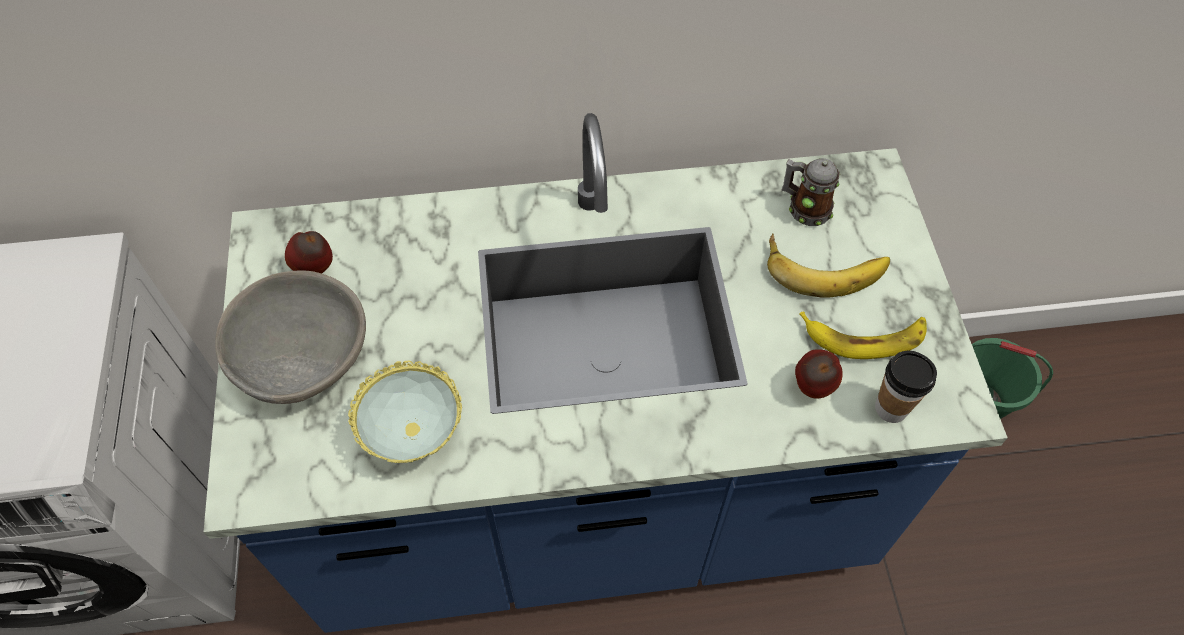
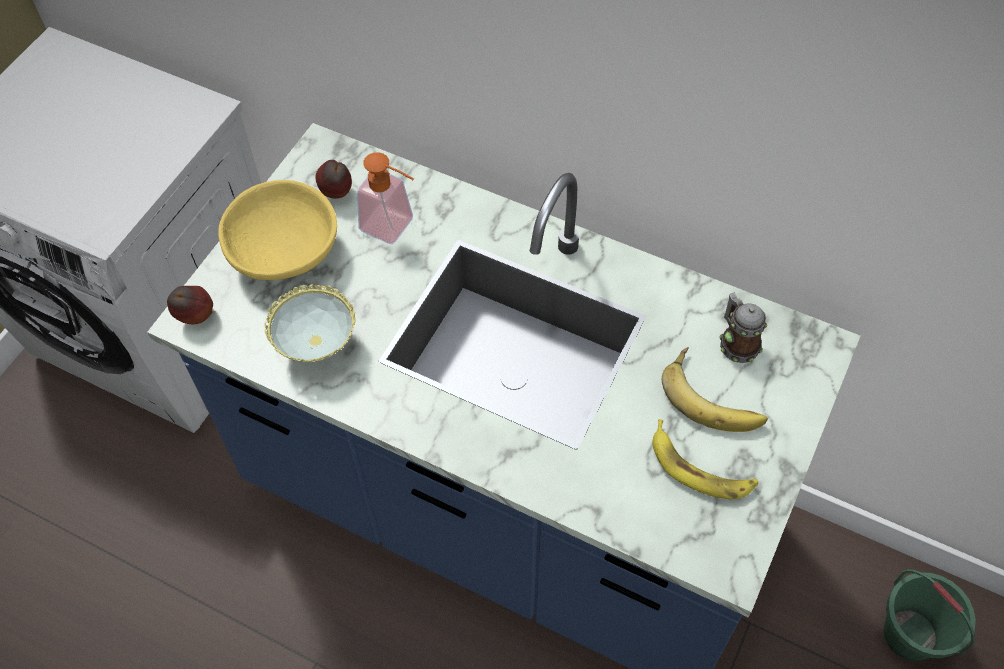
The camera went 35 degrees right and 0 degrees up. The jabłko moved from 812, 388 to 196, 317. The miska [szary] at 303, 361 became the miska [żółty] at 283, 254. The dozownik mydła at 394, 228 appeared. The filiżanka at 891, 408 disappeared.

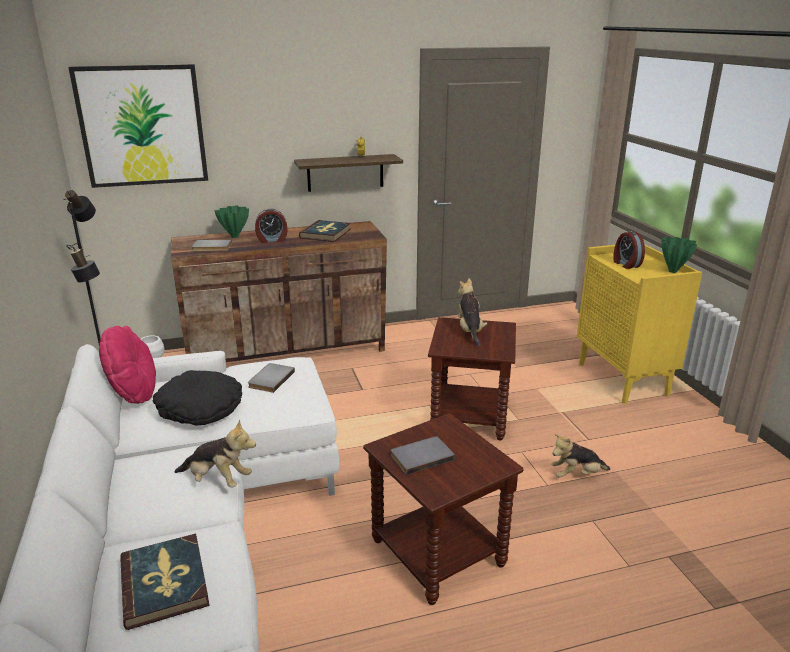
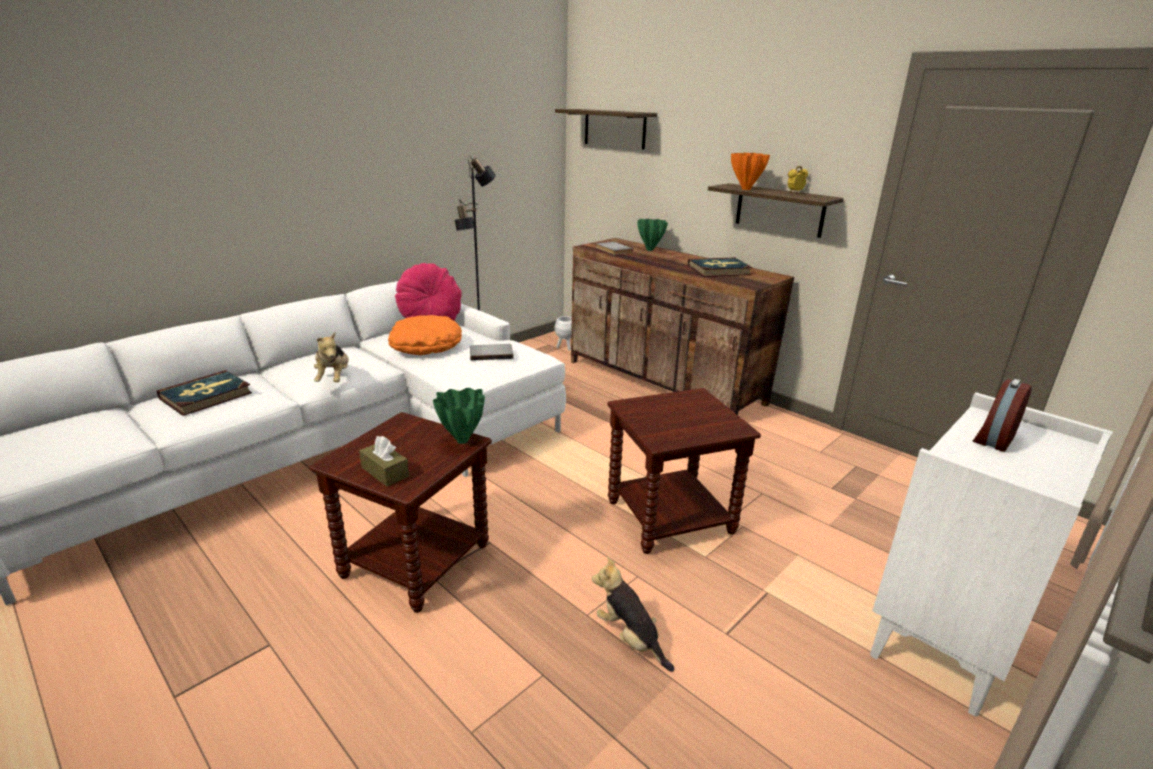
The camera went 60 degrees right and 0 degrees up. The pudełko chusteczek [brązowy] at 385, 472 appeared. The poduszka [czarny] at 202, 408 became the poduszka [pomarańczowy] at 427, 346. The wazon [zielony] moved from 673, 271 to 461, 441. The obraz at 142, 126 was replaced by the półka at 614, 128. The wazon [pomarańczowy] at 745, 189 appeared. The szafka [żółty] at 622, 379 became the szafka [biały] at 945, 641. The budzik at 272, 240 disappeared. The książka [szary] at 421, 456 disappeared. The pluszak at 470, 331 disappeared.

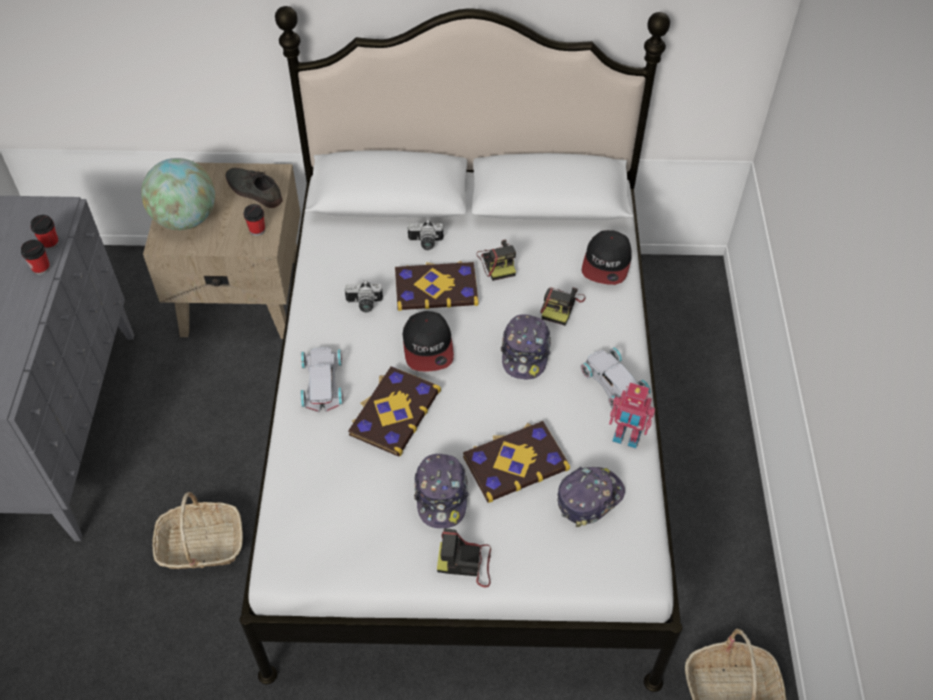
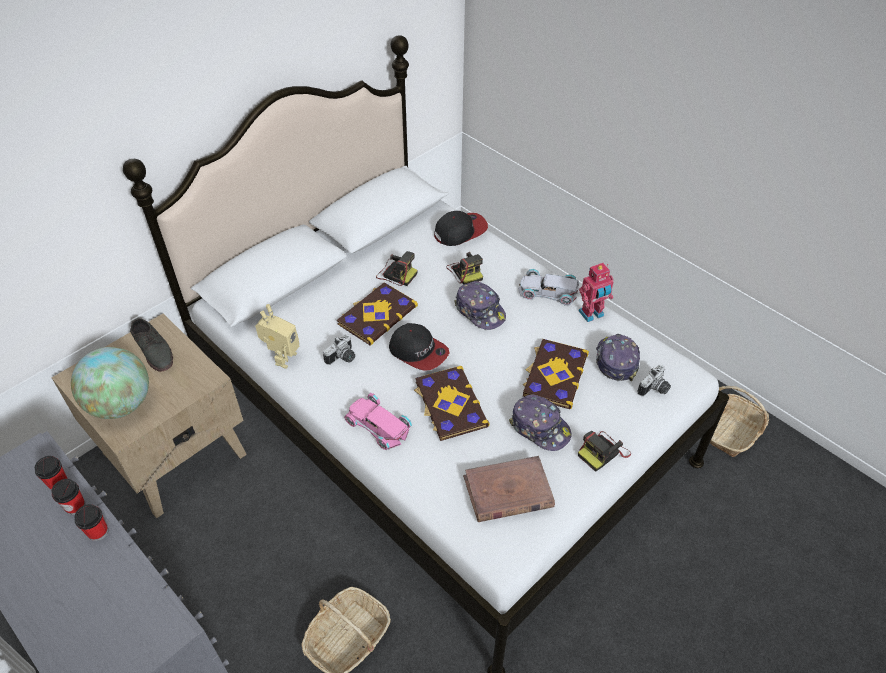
The camera went 45 degrees left and 5 degrees down. The filiżanka moved from 257, 230 to 98, 532. The but [szary] at 253, 190 turned 120 degrees counterclockwise. The robot zabawkowy at 282, 358 appeared. The samochodzik [biały] at 323, 381 became the samochodzik [różowy] at 378, 424. The czapka z daszkiem at 607, 263 turned 90 degrees counterclockwise. The książka [brązowy] at 507, 492 appeared. The aparat fotograficzny moved from 425, 243 to 655, 389.

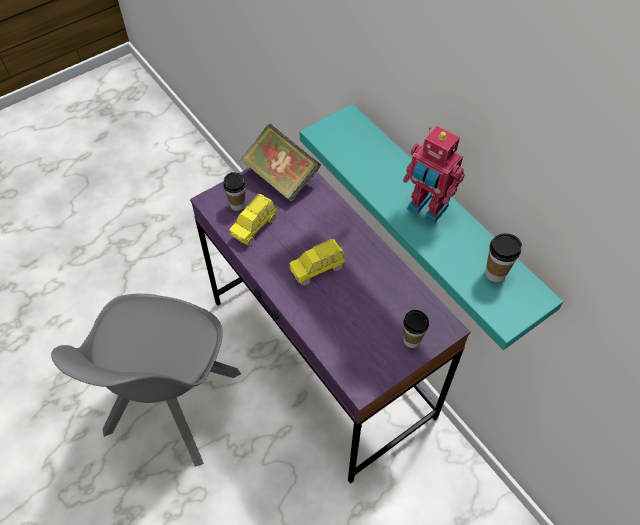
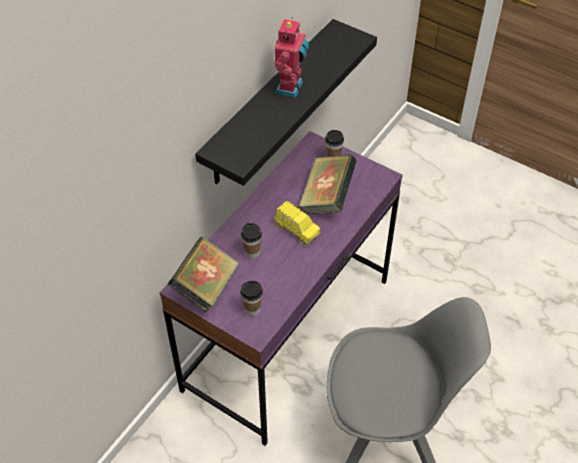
The camera went 110 degrees left and 5 degrees down. The półka [turkusowy] at 441, 217 became the półka [czarny] at 269, 104. The filiżanka moved from 495, 273 to 252, 253. The książka at 327, 197 appeared. The samochodzik [żółty] at 254, 227 disappeared.

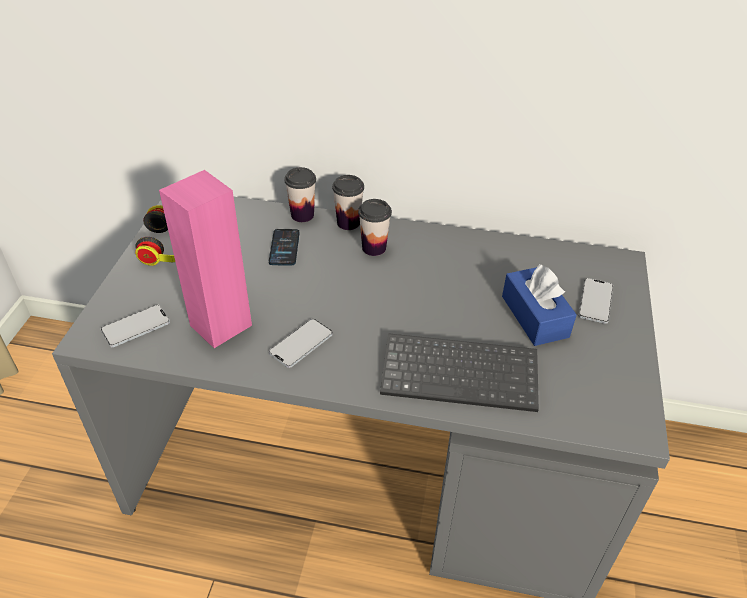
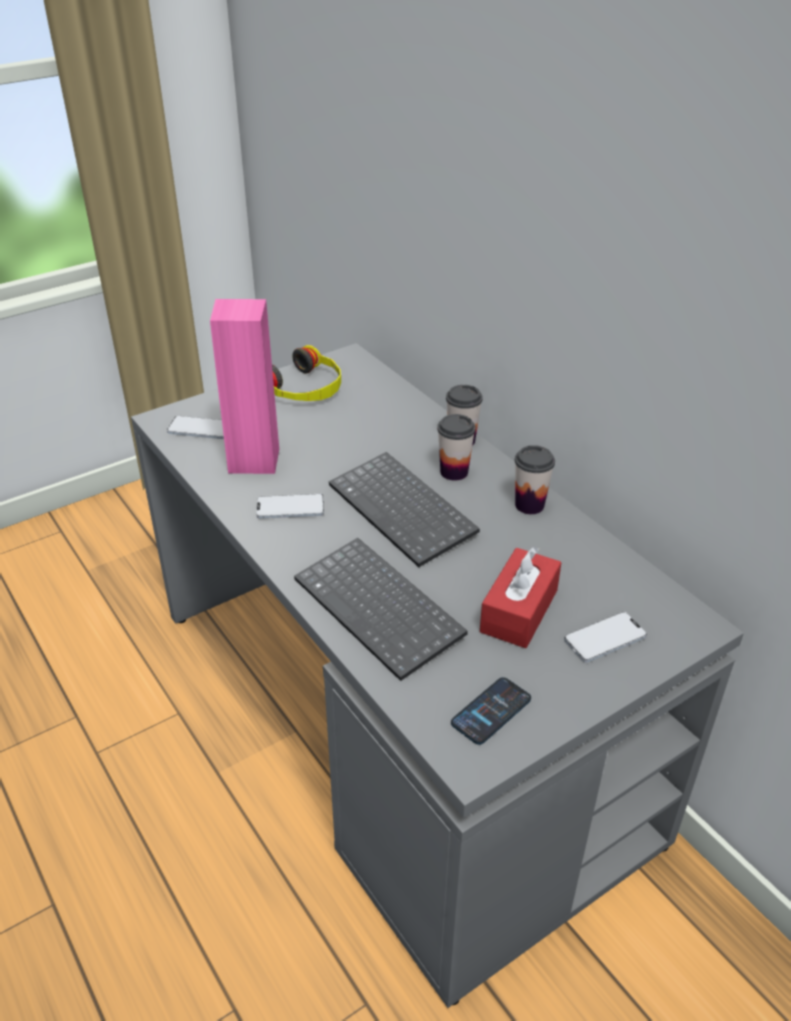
The camera went 45 degrees right and 5 degrees down. The klawiatura at 405, 510 appeared. The telefon moved from 284, 248 to 491, 711. The pudełko chusteczek [niebieski] at 534, 316 became the pudełko chusteczek [czerwony] at 519, 611. The filiżanka moved from 302, 215 to 529, 505.

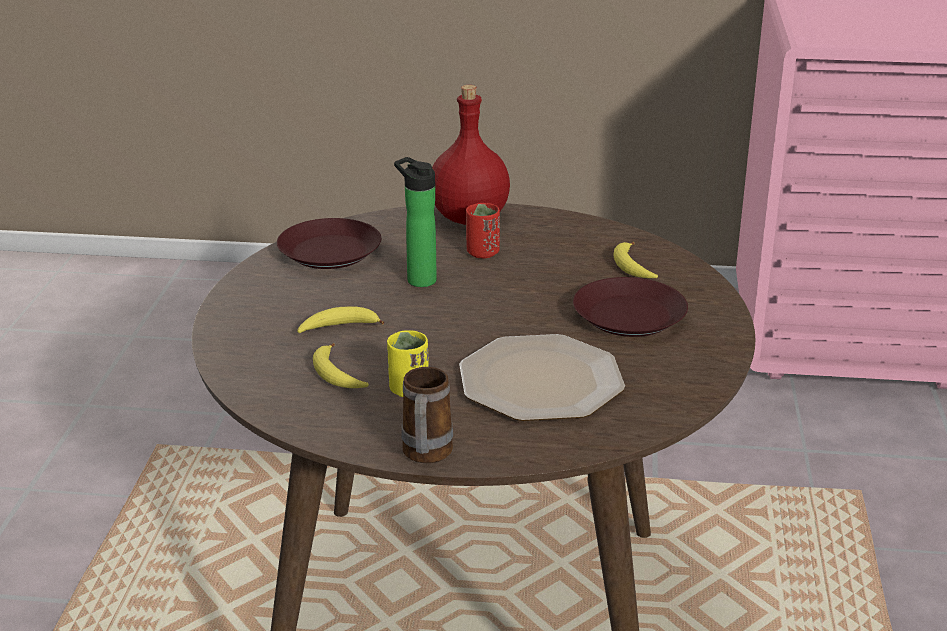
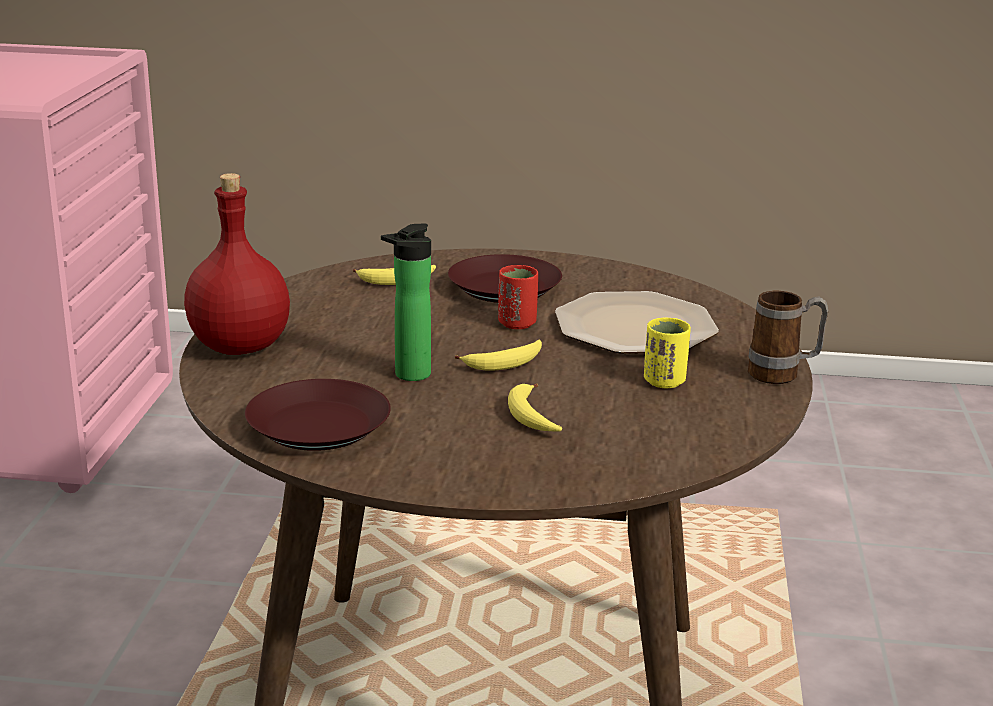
The camera went 90 degrees left and 5 degrees down. The banan moved from 337, 375 to 505, 363. The filiżanka [czerwony] moved from 482, 253 to 517, 324.

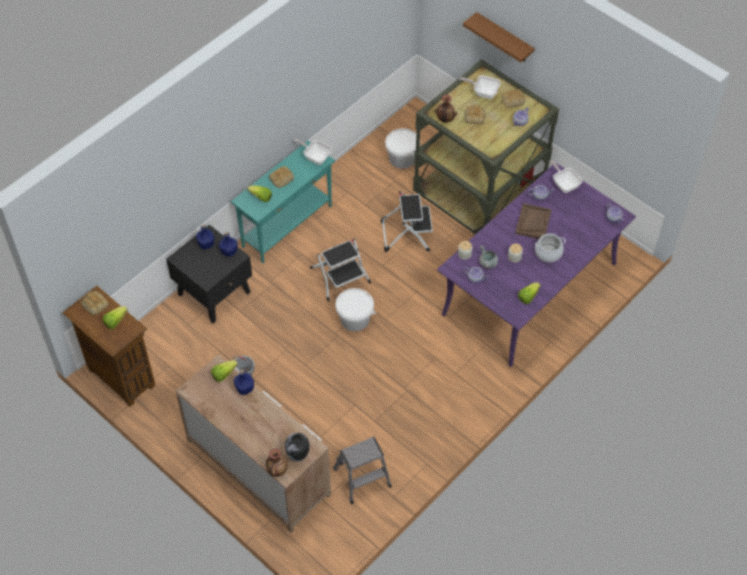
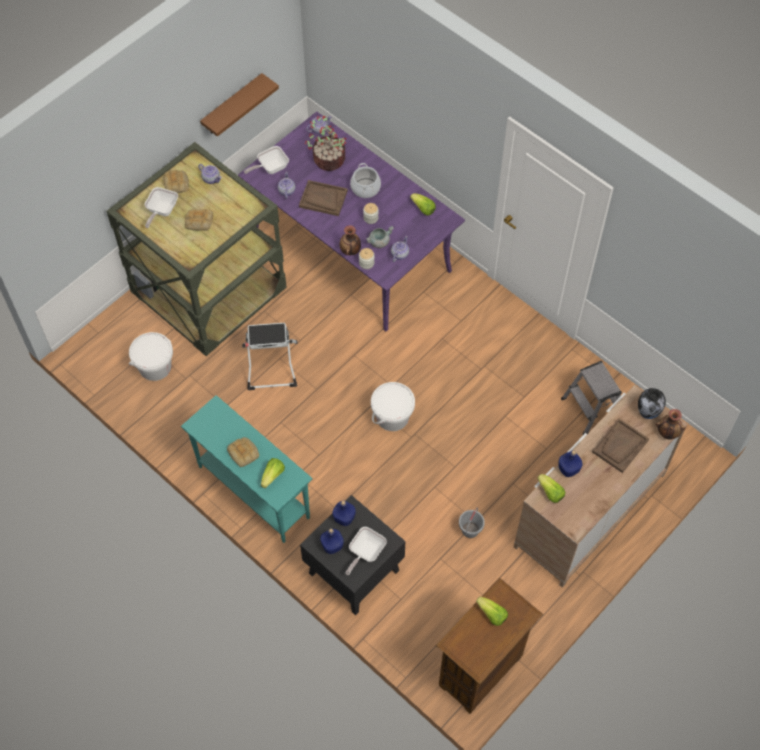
The camera went 90 degrees left and 5 degrees up. The półka [brązowy] moved from 504, 38 to 232, 105. The roślina doniczkowa at 328, 159 appeared. The wazon moved from 445, 119 to 350, 250. The patelnia moved from 315, 157 to 365, 553. The taca [brązowy] at 620, 446 appeared. The chleb at 94, 304 disappeared. The drabinka at 339, 276 disappeared.

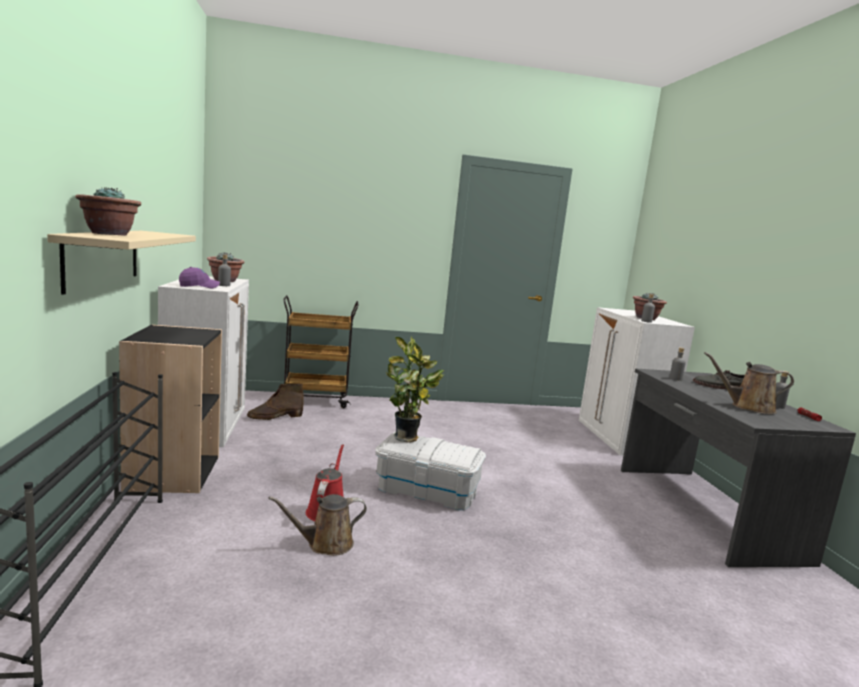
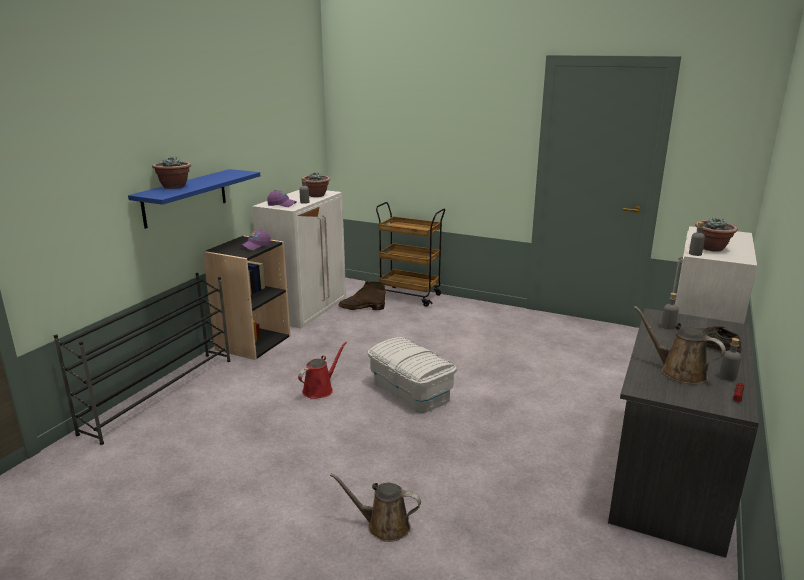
The camera went 35 degrees right and 10 degrees up. The półka [beżowy] at 103, 258 became the półka [niebieski] at 185, 197. The czapka z daszkiem [fioletowy] at 256, 246 appeared. The konewka [brązowy] moved from 325, 544 to 384, 526. The roślina doniczkowa at 408, 439 disappeared.

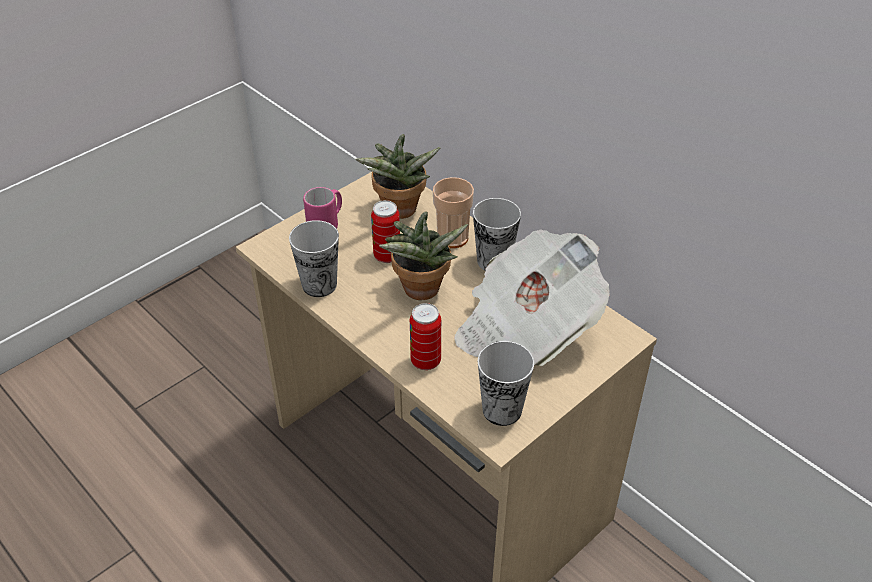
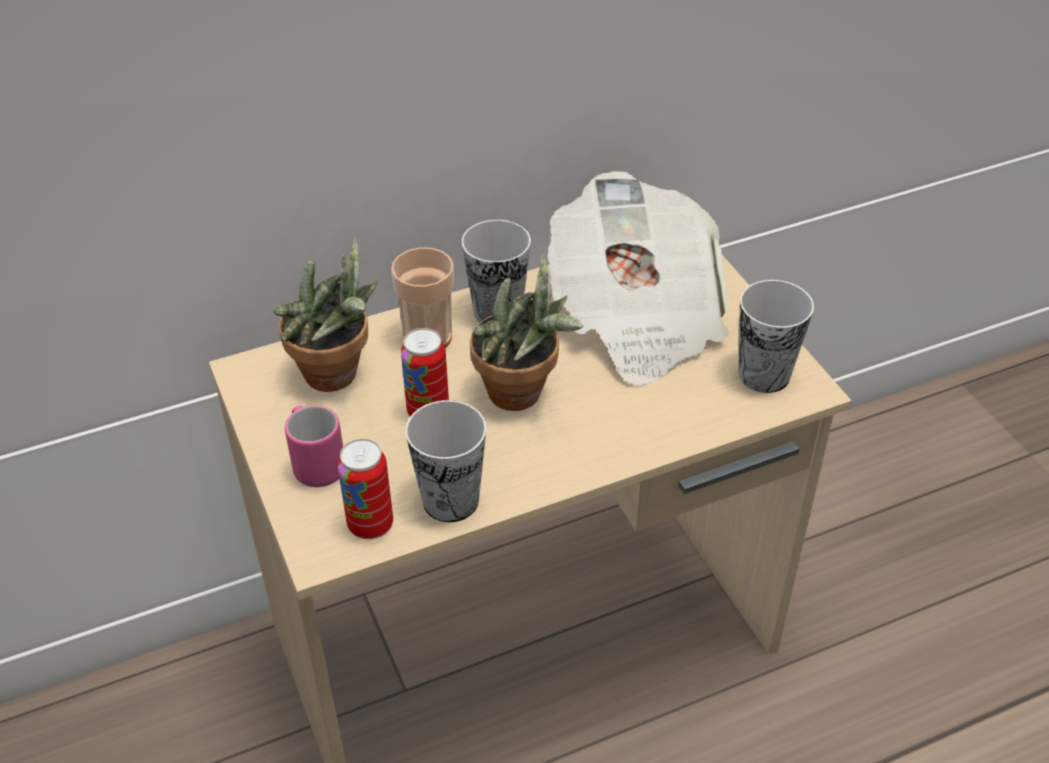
The camera went 70 degrees left and 0 degrees up. The puszka moved from 425, 361 to 370, 525.

